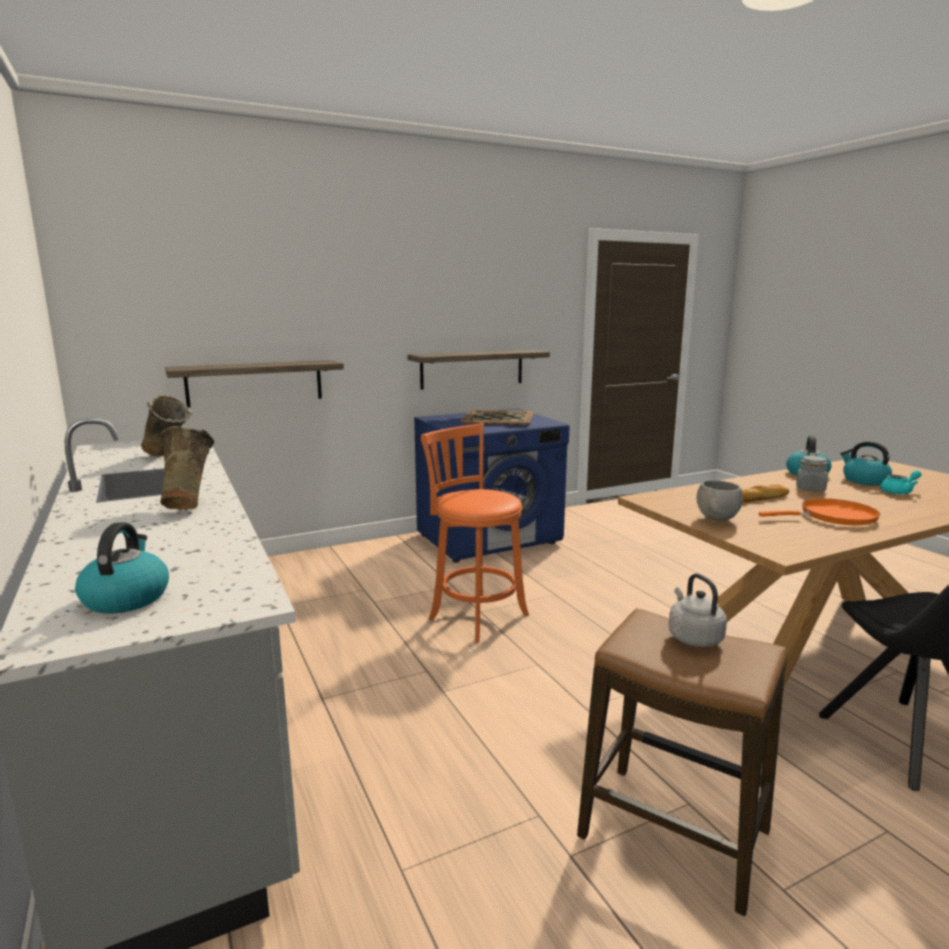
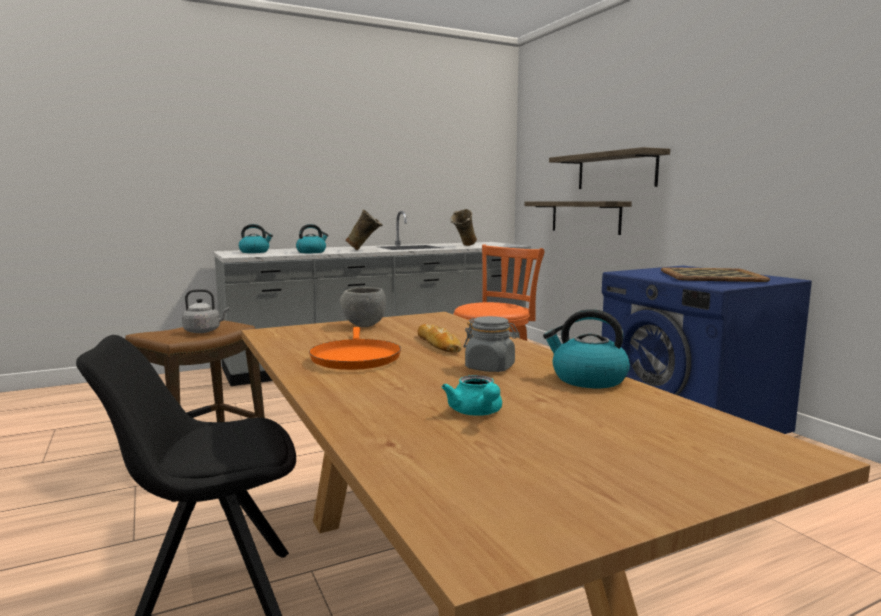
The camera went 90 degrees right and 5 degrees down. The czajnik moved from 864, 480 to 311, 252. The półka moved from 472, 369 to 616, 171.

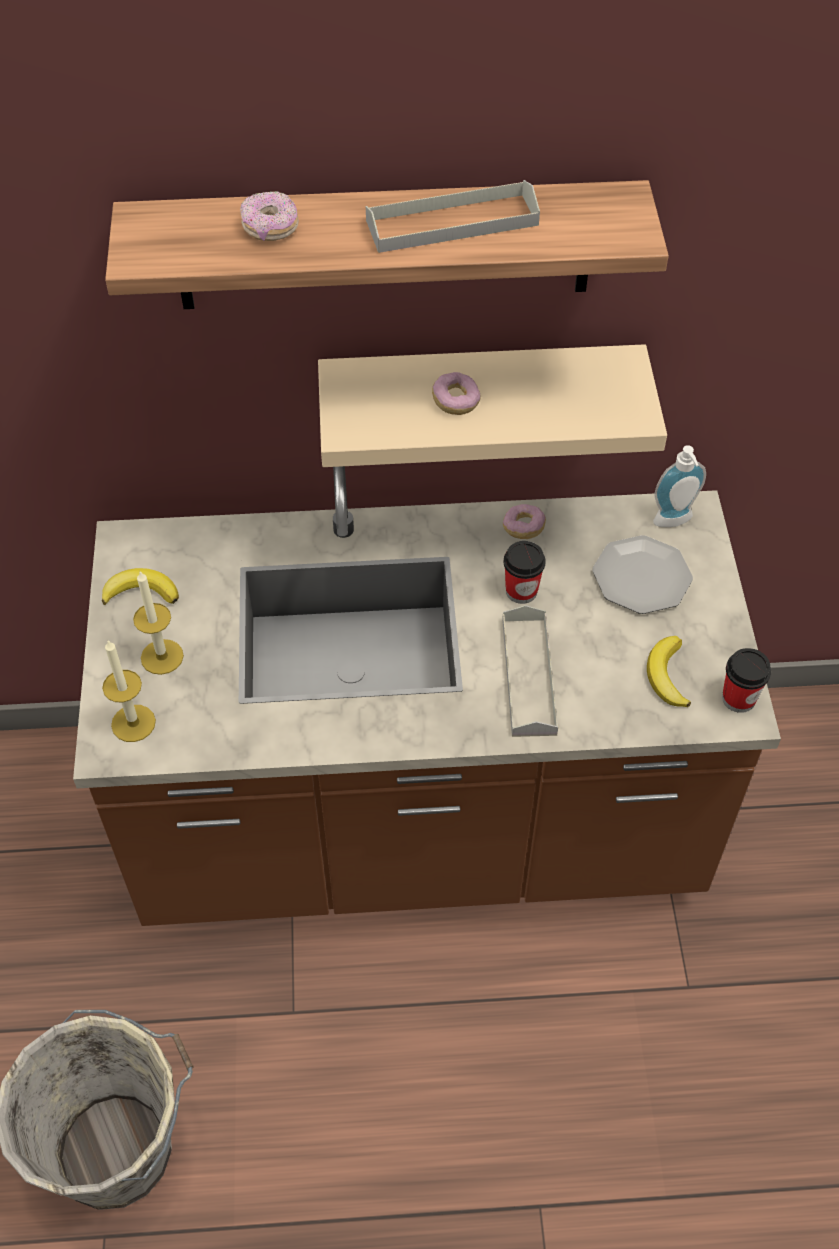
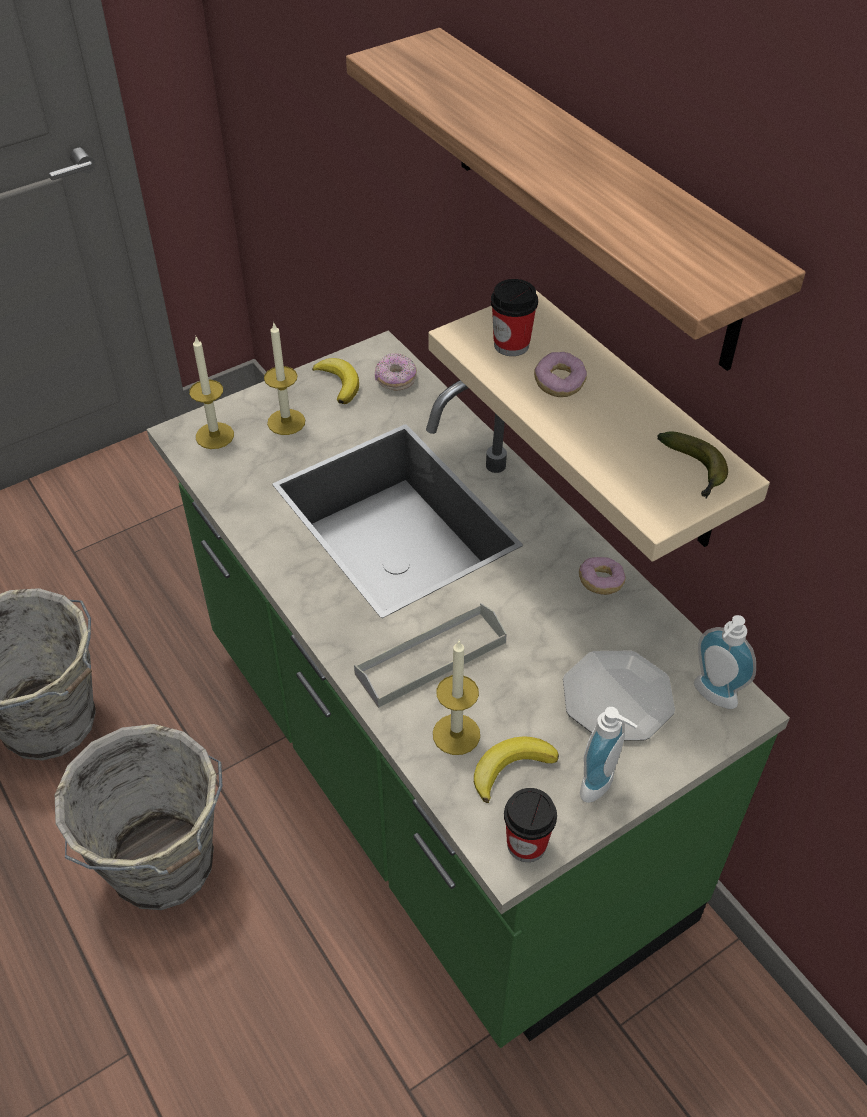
The camera went 60 degrees right and 5 degrees down. The wiadro [szary] at 165, 867 appeared. The zabudowa kuchenna [brązowy] at 419, 825 became the zabudowa kuchenna [zielony] at 433, 779. The donut moved from 270, 228 to 395, 380. The świeca at 456, 734 appeared. The filiżanka moved from 521, 591 to 511, 345. The dozownik mydła at 602, 786 appeared. The banan at 694, 472 appeared. The taca [szary] at 452, 223 disappeared.

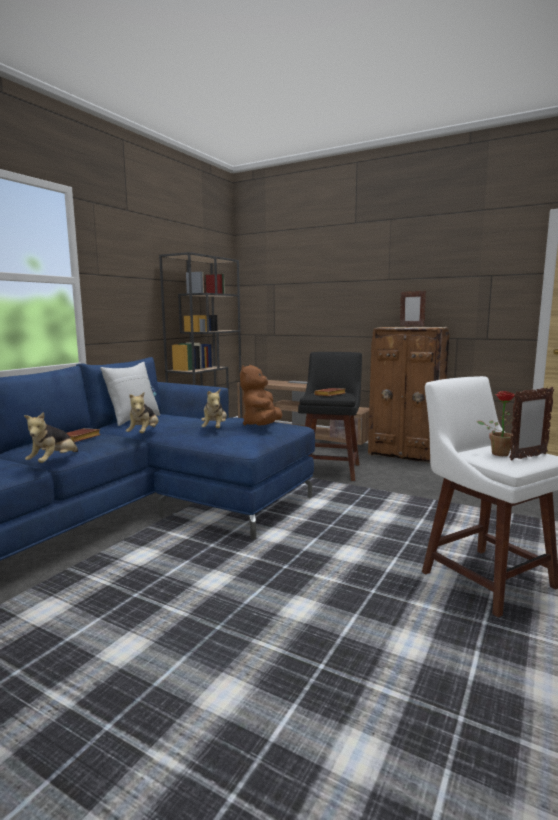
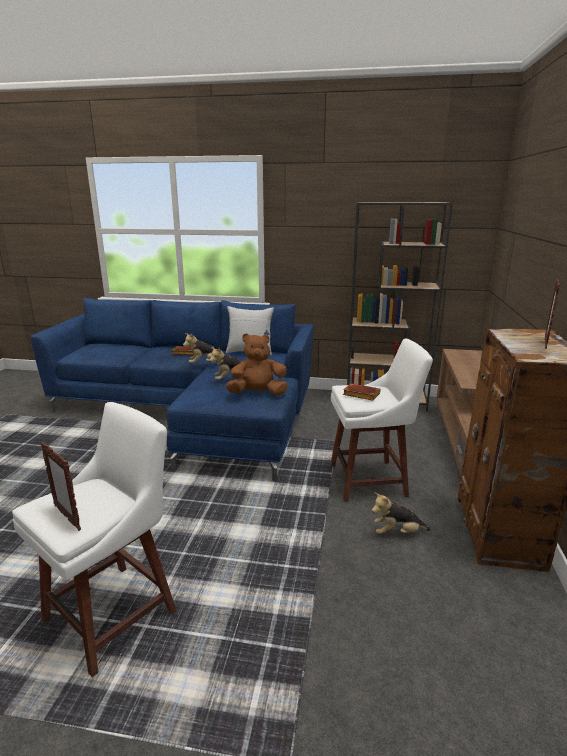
The camera went 70 degrees right and 10 degrees up. The stołek [czarny] at 330, 469 became the stołek [biały] at 371, 480. The pluszak moved from 54, 462 to 397, 533. The roślina doniczkowa at 501, 453 disappeared.

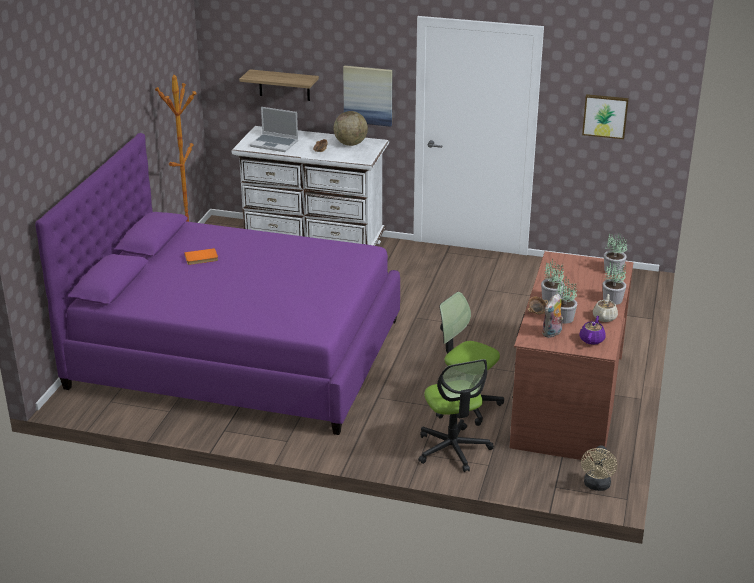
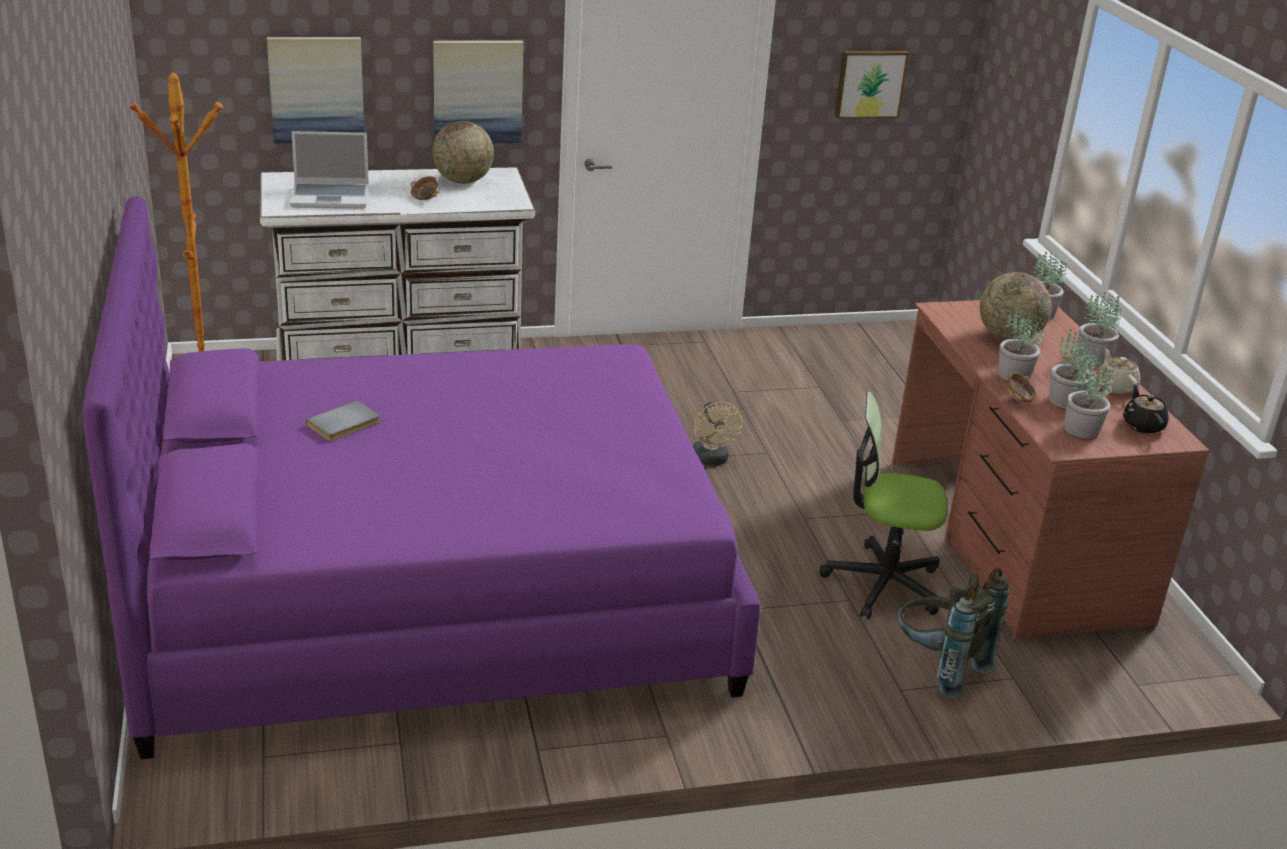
The camera went 30 degrees left and 0 degrees up. The półka at 284, 85 was replaced by the obraz at 316, 89. The książka [pomarańczowy] at 201, 258 became the książka [szary] at 345, 424. The wentylator [beżowy] moved from 596, 486 to 711, 460. The krzesło biurowe at 453, 449 was replaced by the plecak [szary] at 937, 667. The globus at 1008, 338 appeared. The pluszak at 552, 333 was replaced by the roślina doniczkowa at 1081, 429. The imbryk [fioletowy] at 592, 339 became the imbryk [czarny] at 1142, 425.

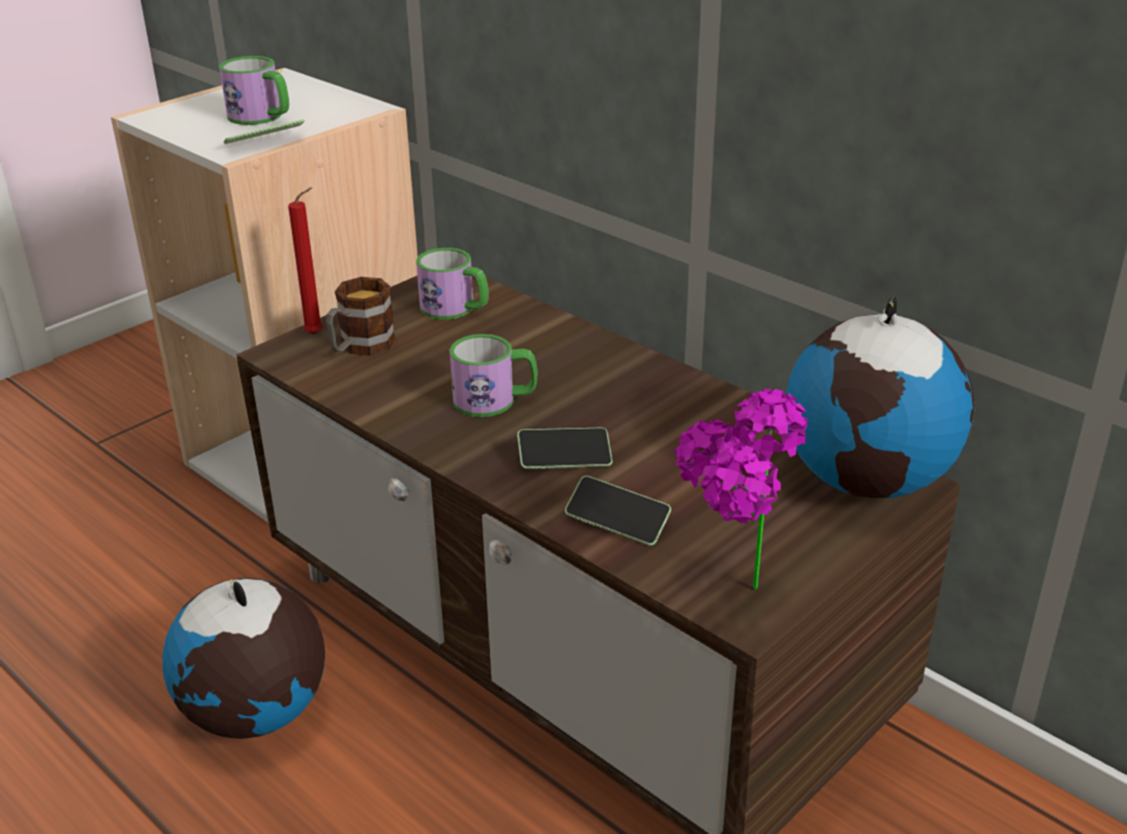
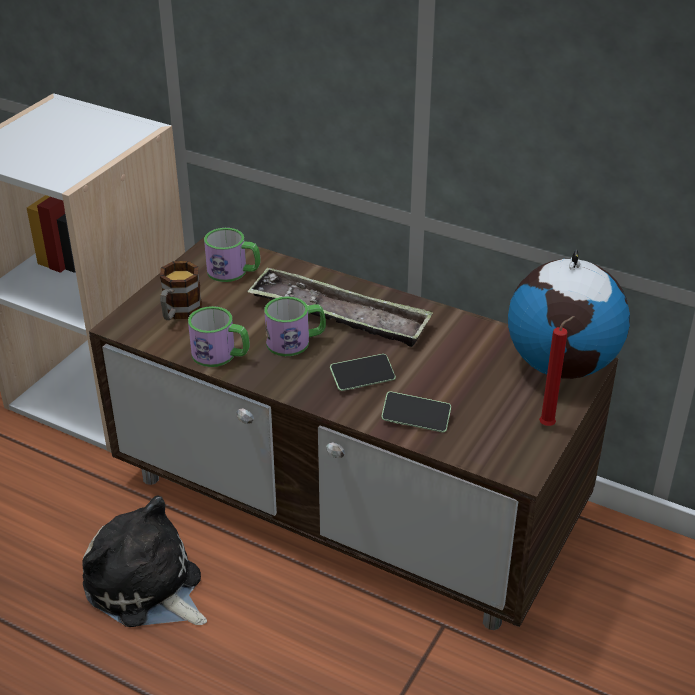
The camera went 15 degrees left and 5 degrees up. The globus at 256, 714 was replaced by the pluszak at 147, 588. The kubek moved from 262, 117 to 221, 355. The taca at 339, 315 appeared. The świeca [czerwony] moved from 317, 334 to 549, 425. The telefon at 265, 143 disappeared. The roślina doniczkowa at 729, 594 disappeared.

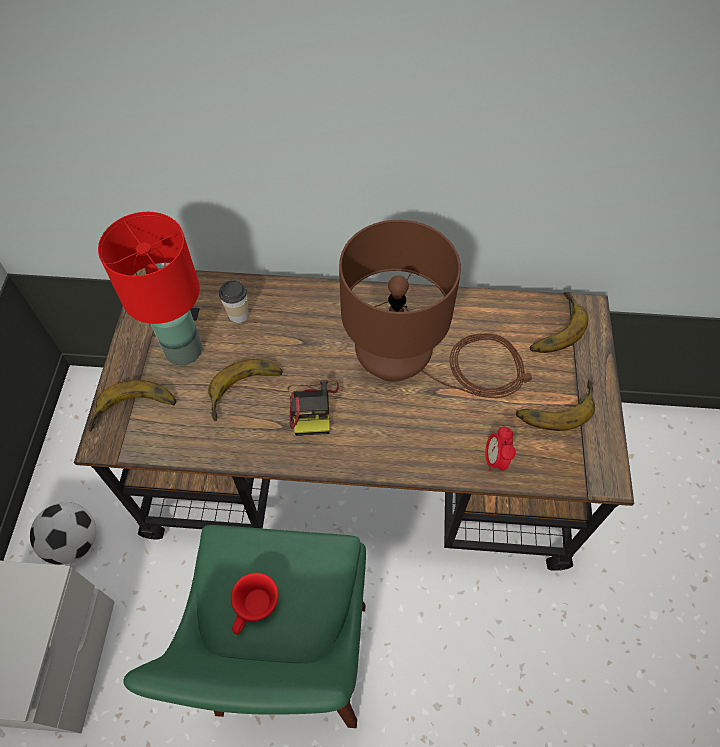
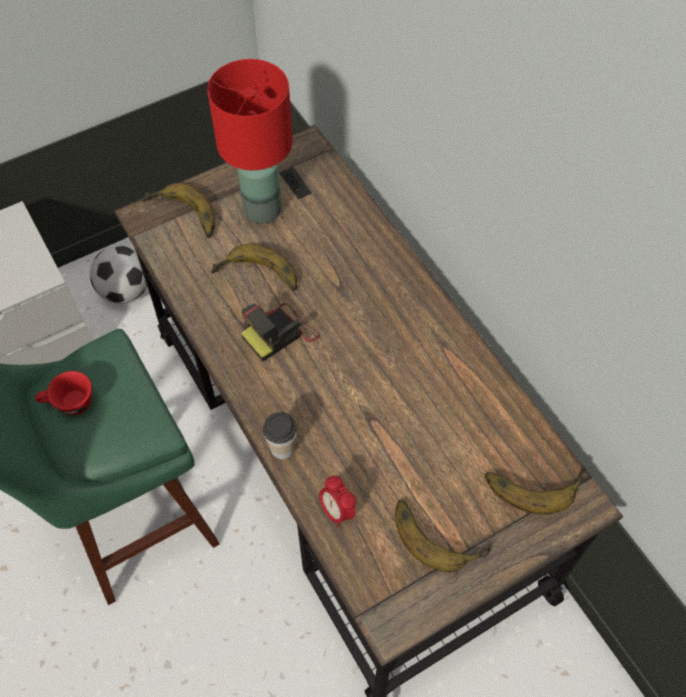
The camera went 55 degrees right and 0 degrees up. The filiżanka moved from 238, 314 to 282, 447. The budzik at 495, 459 turned 90 degrees counterclockwise. The lampa stołowa [brązowy] at 429, 363 disappeared.

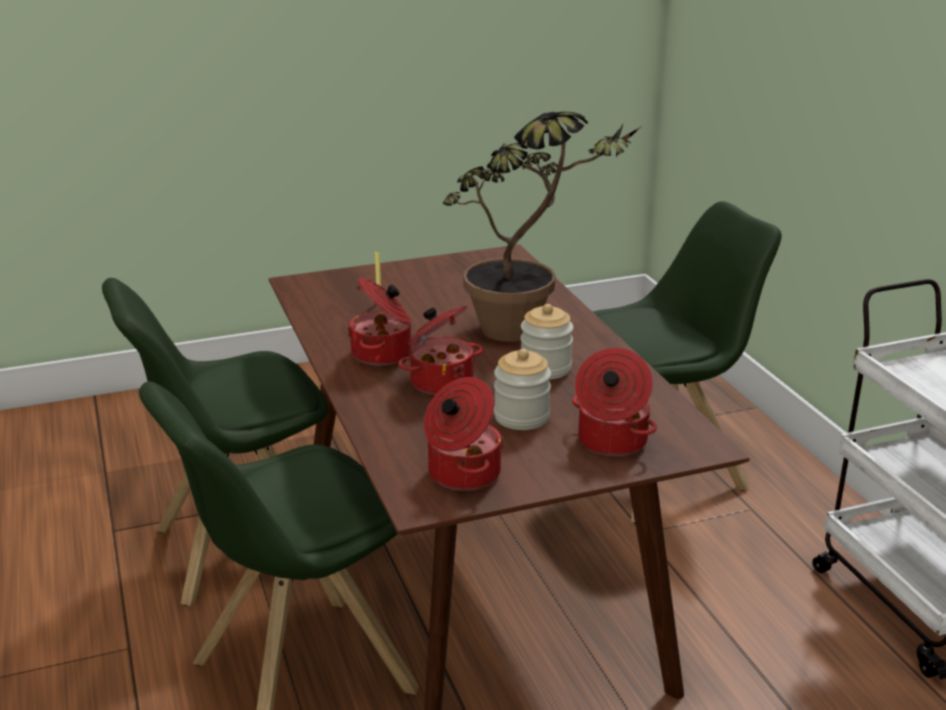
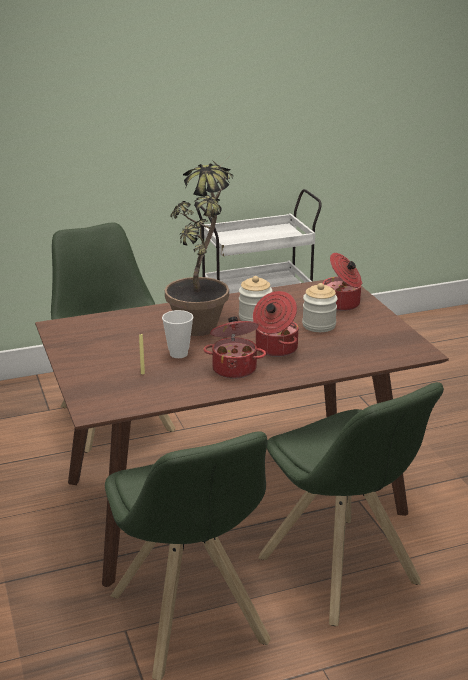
The camera went 90 degrees left and 0 degrees up. The filiżanka at 178, 354 appeared. The garnek at 462, 473 disappeared.

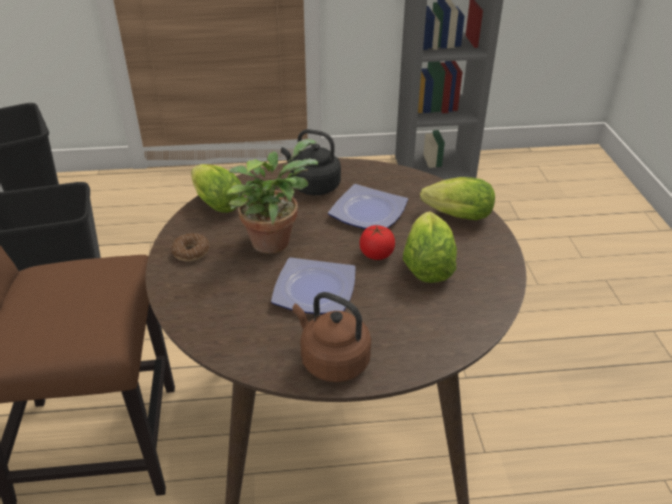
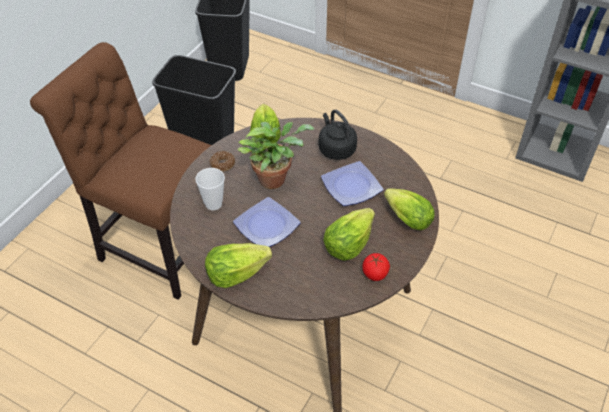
The camera went 35 degrees right and 10 degrees up. The filiżanka at 213, 204 appeared. The czajnik [brązowy] at 332, 361 was replaced by the sałata at 236, 274. The pomidor moved from 376, 254 to 374, 274.

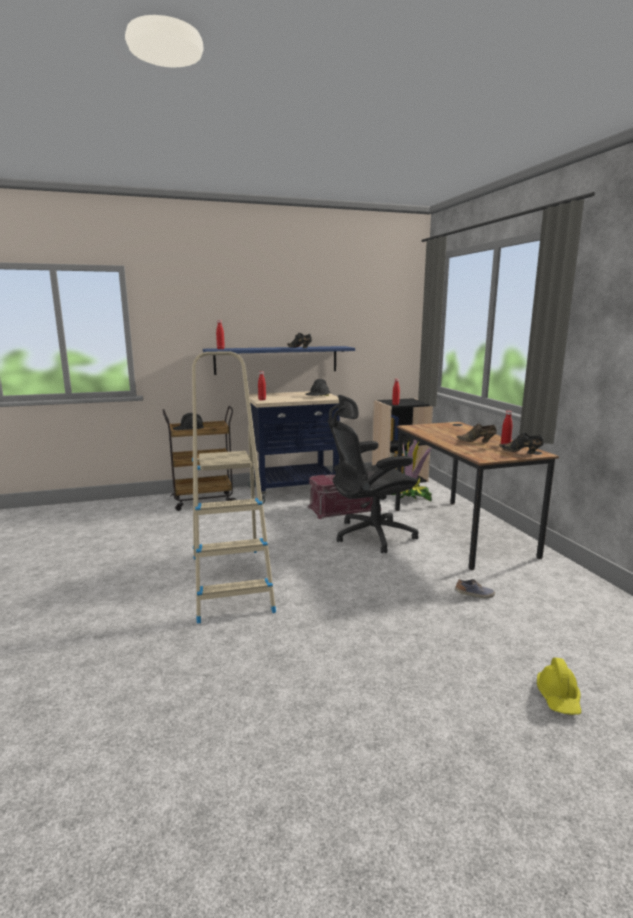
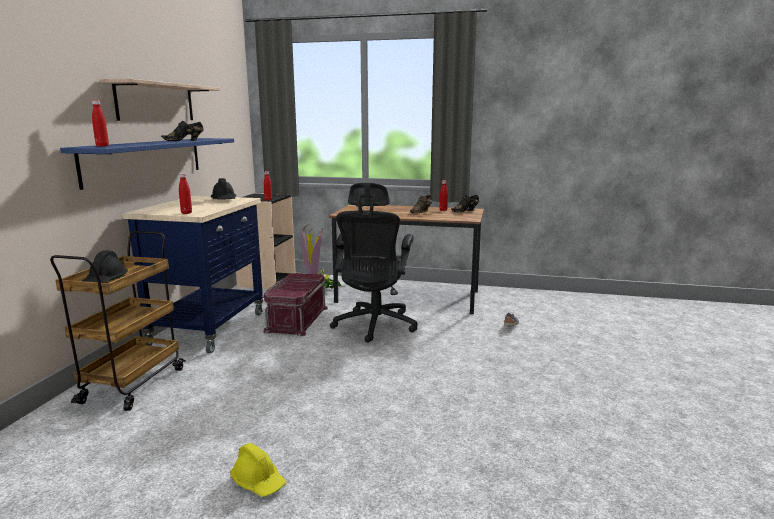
The camera went 60 degrees left and 0 degrees up. The półka at 156, 102 appeared. The kask [żółty] moved from 558, 697 to 258, 482. The drabinka [beżowy] at 230, 582 disappeared.

